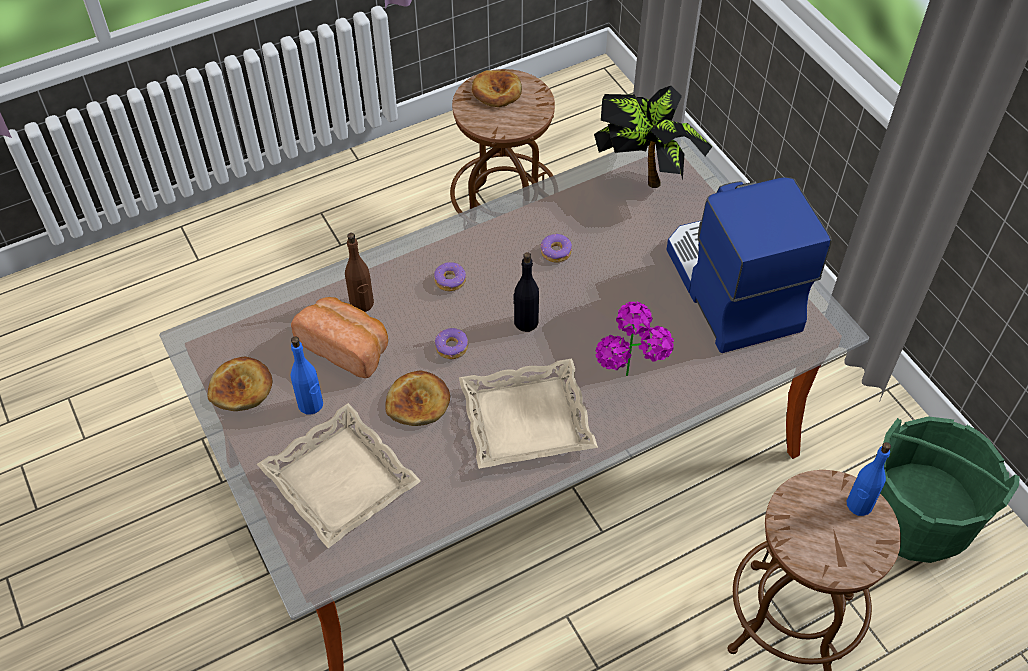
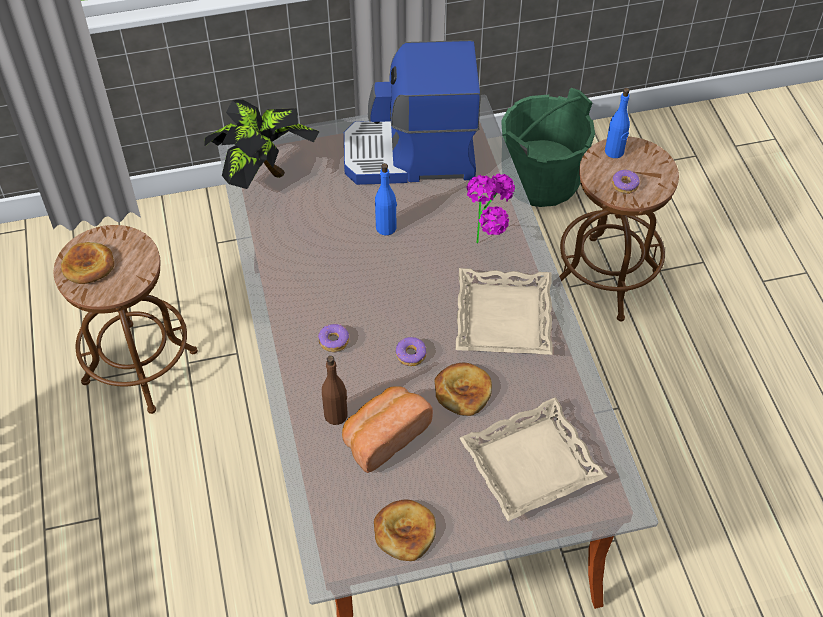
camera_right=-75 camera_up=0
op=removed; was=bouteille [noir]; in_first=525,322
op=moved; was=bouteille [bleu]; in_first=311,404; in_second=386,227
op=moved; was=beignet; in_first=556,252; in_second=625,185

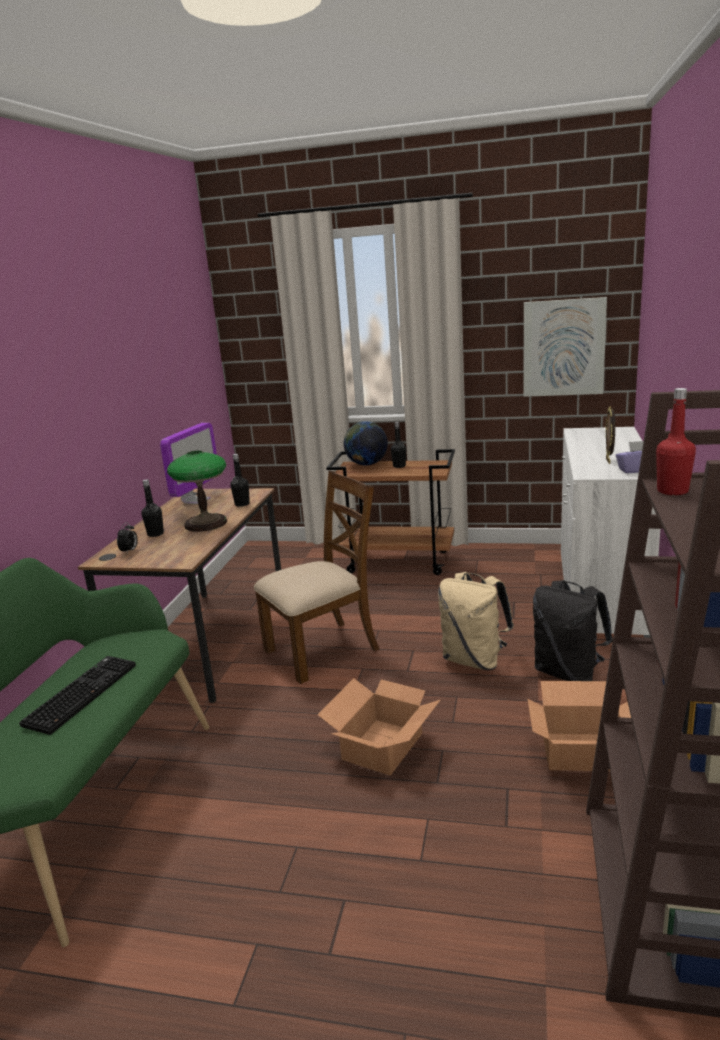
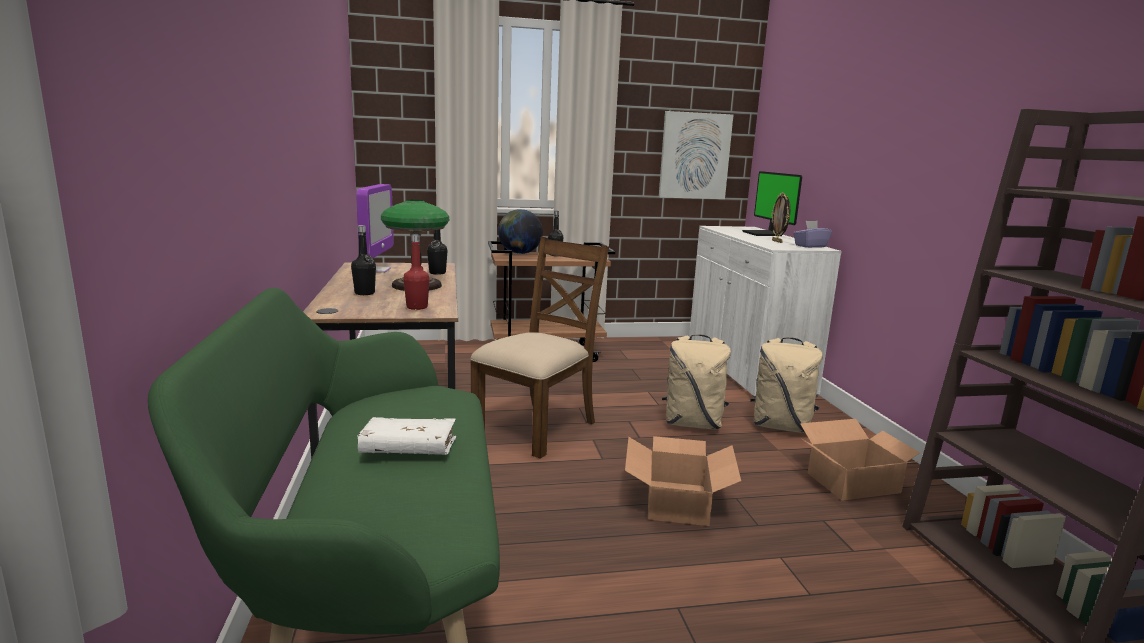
camera_right=-25 camera_up=-5
op=removed; was=réveil; in_first=129,551
op=added; now=écran d'ordinateur; in_second=764,234
op=moved; was=bouteille [rouge]; in_first=672,491; in_second=417,307
op=replaced; was=clavier; now=livre [blanc]; in_first=81,693; in_second=408,449
op=recoloured; was=sac à dos [noir]; now=sac à dos [beige]; in_first=568,673; in_second=781,426

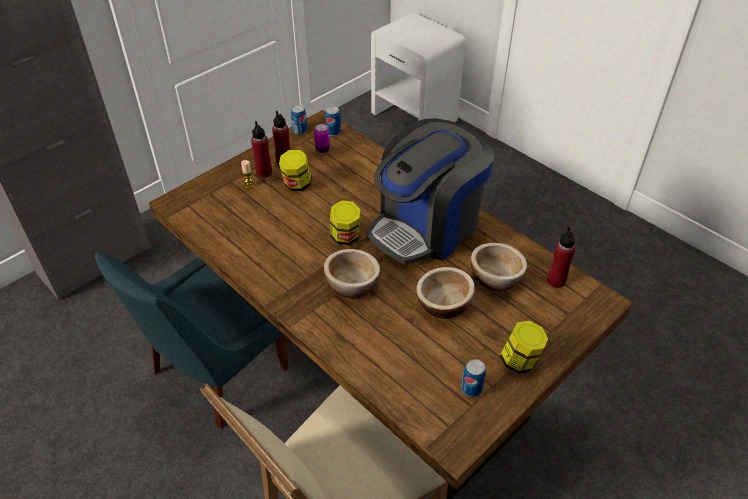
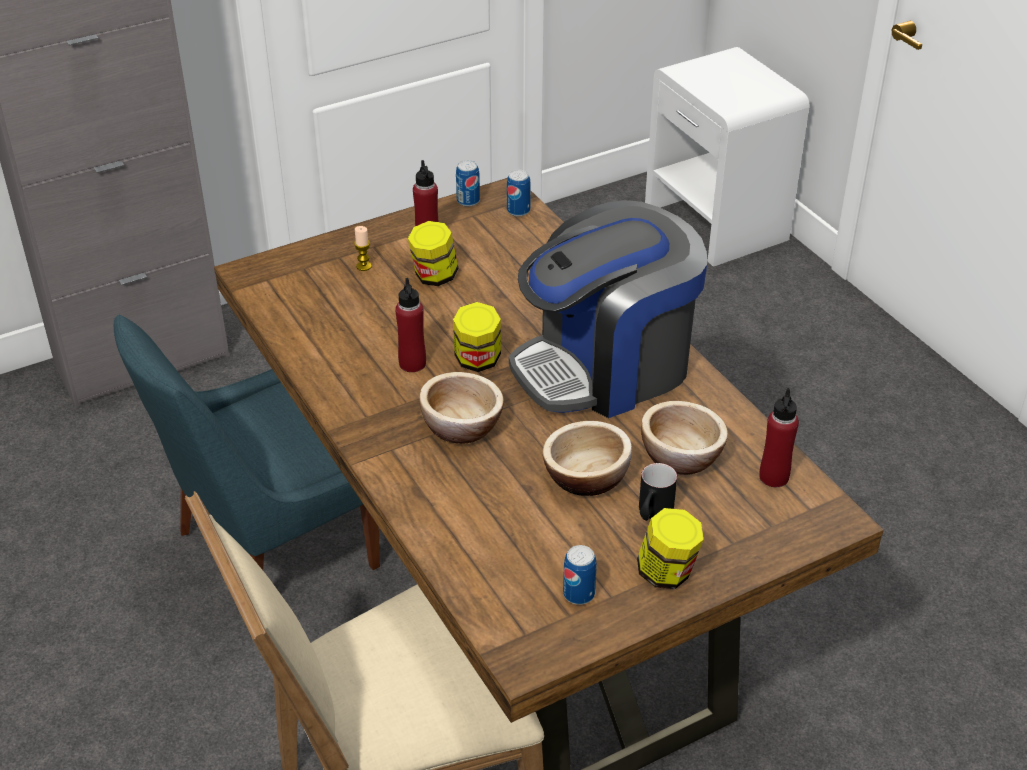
camera_right=15 camera_up=-5
op=removed; was=boîte métallique; in_first=322,150
op=added; now=mug [noir]; in_second=652,514
op=moved; was=bouteille [rouge]; in_first=264,173; in_second=412,363

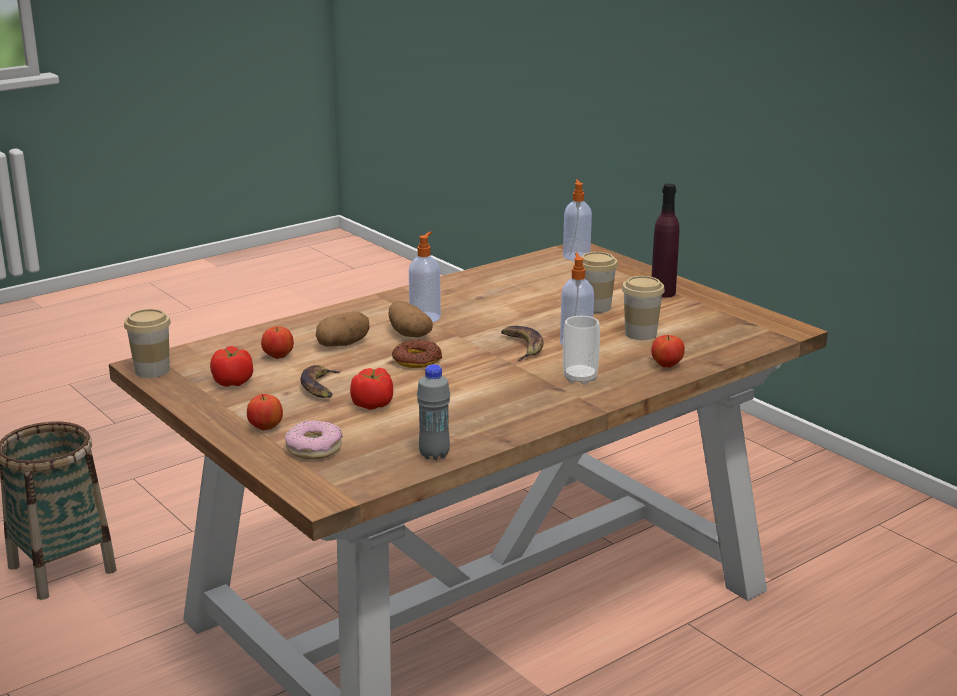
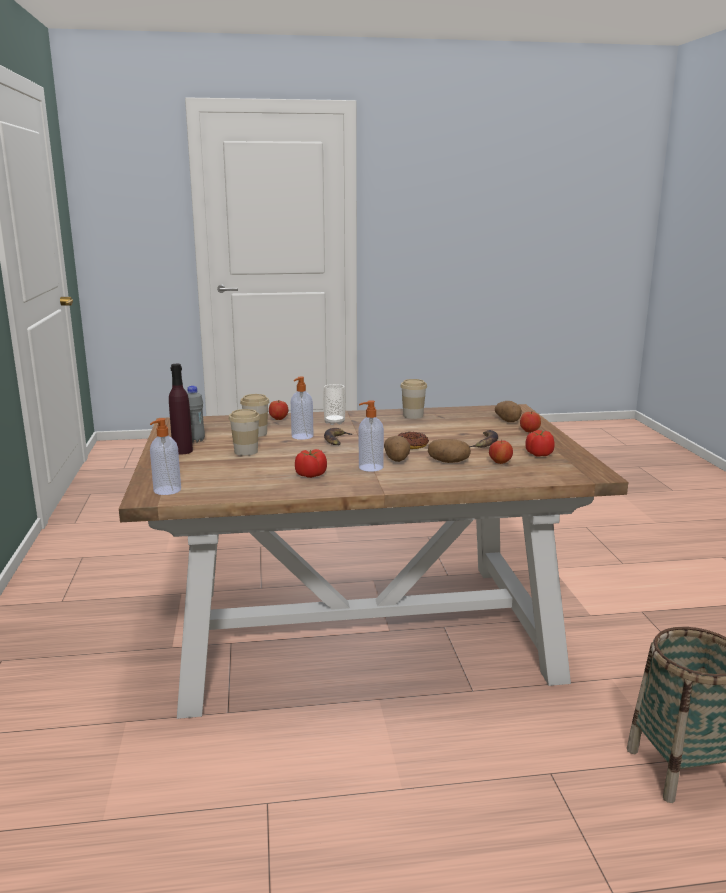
camera_right=-150 camera_up=-5
op=moved; was=tasse; in_first=152,370; in_second=413,415
op=moved; was=tomate; in_first=373,404; in_second=310,475
op=moved; was=bouteille [gris]; in_first=434,455; in_second=196,440
op=replaced; was=beignet; now=pomme de terre; in_first=314,448; in_second=508,421

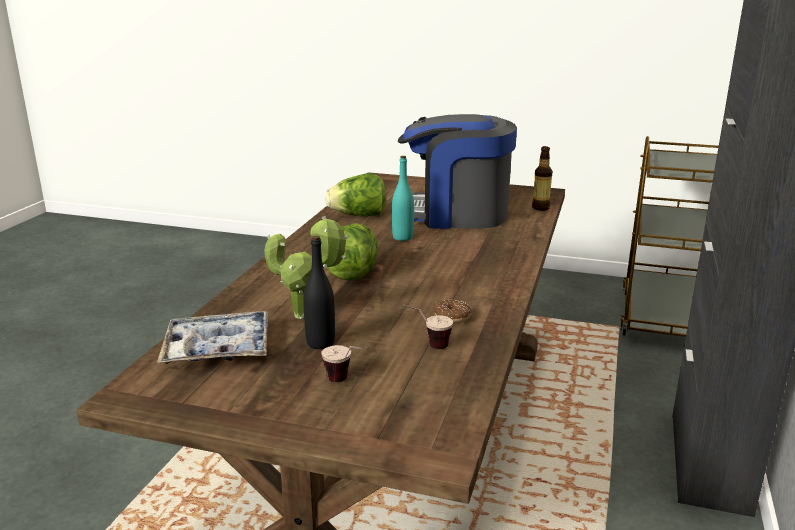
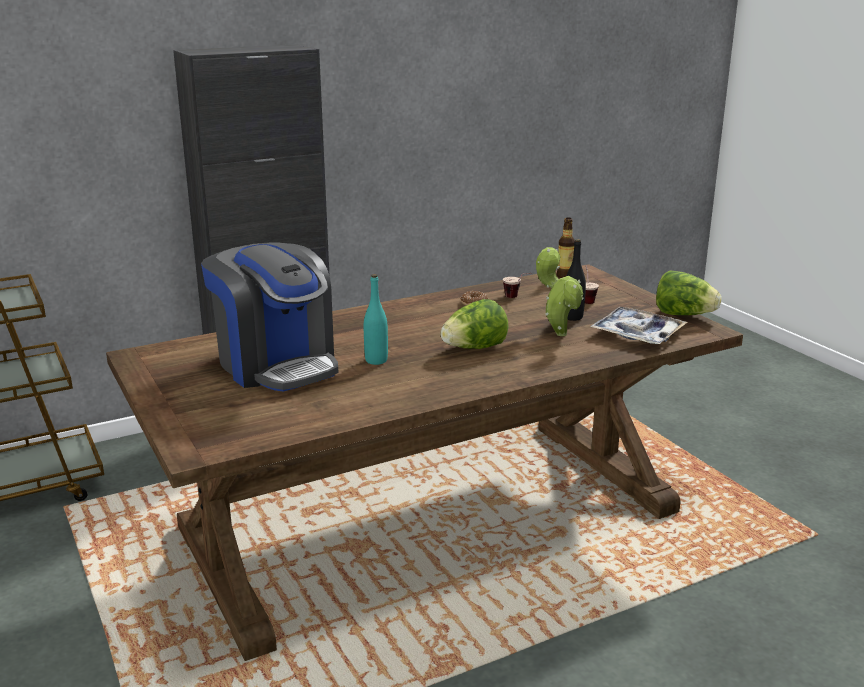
camera_right=-135 camera_up=0
op=moved; was=laitue; in_first=358,216; in_second=683,315
op=moved; was=bouteille; in_first=540,208; in_second=565,276

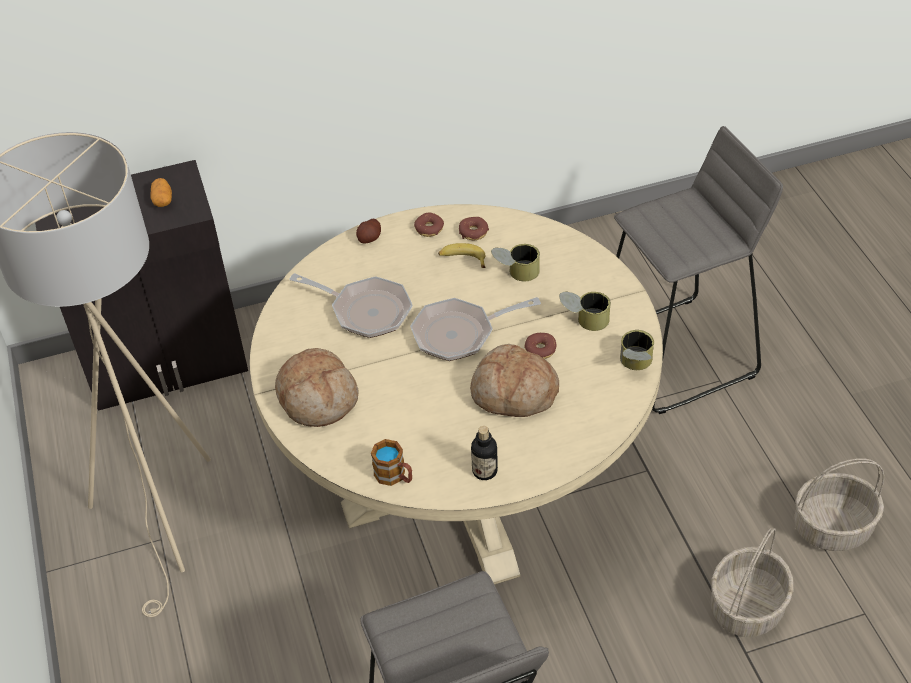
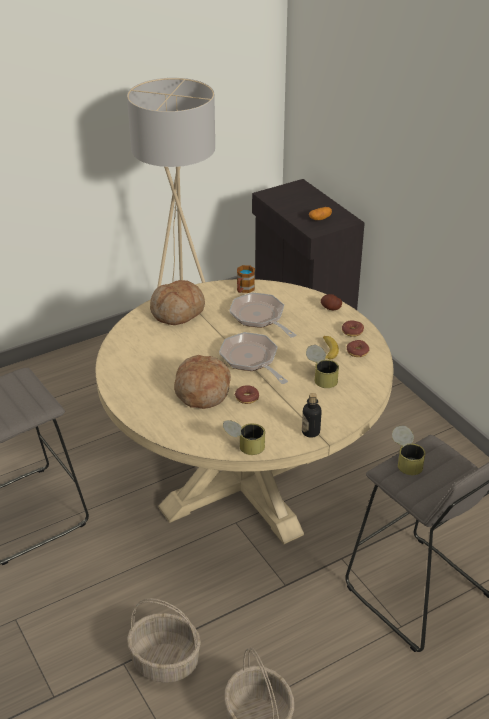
camera_right=75 camera_up=-10
op=moved; was=mug; in_first=395,476; in_second=244,290
op=moved; was=bouteille; in_first=484,471; in_second=310,432
op=moved; was=boîte métallique; in_first=583,321; in_second=406,461
op=turned; was=poêle; in_first=365,311; in_second=260,317; clockwise=135

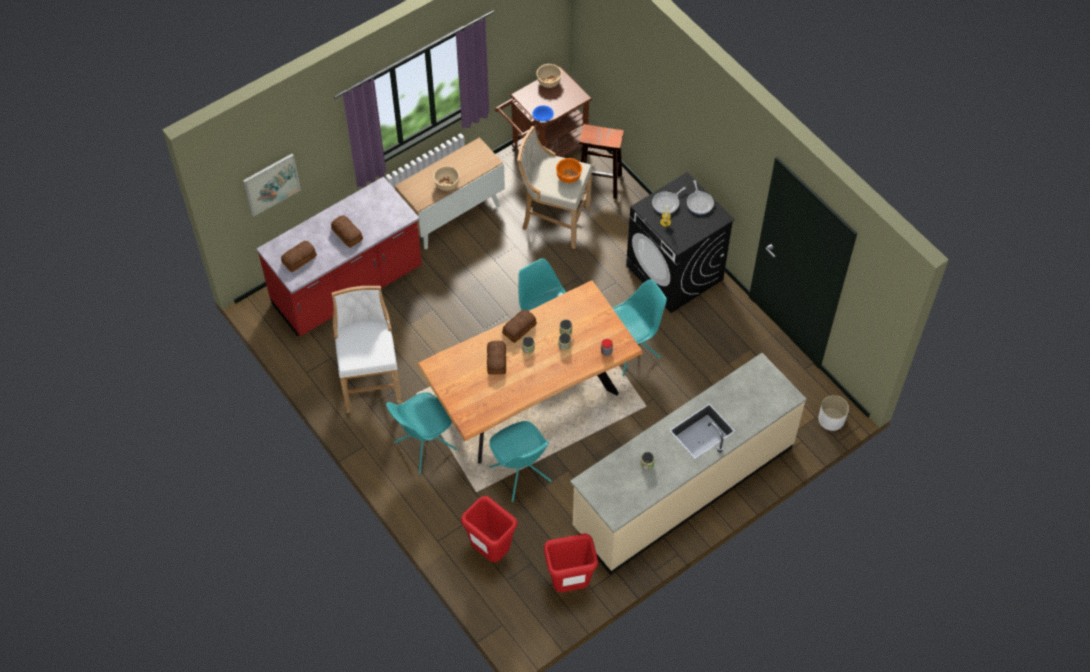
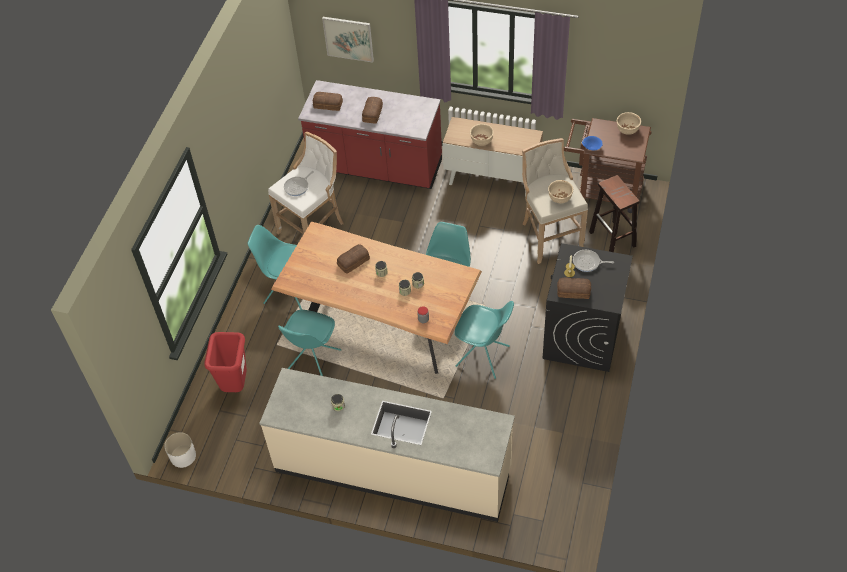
camera_right=55 camera_up=-5
op=removed; was=poubelle [rouge]; in_first=569,584
op=moved; was=pain; in_first=518,329; in_second=573,291
op=moved; was=poêle; in_first=699,203; in_second=297,187
op=moved; was=cache-pot [blanc]; in_first=831,419; in_second=183,456
op=recoloured; was=bol [orange]; now=bol [beige]; in_first=568,178; in_second=559,199

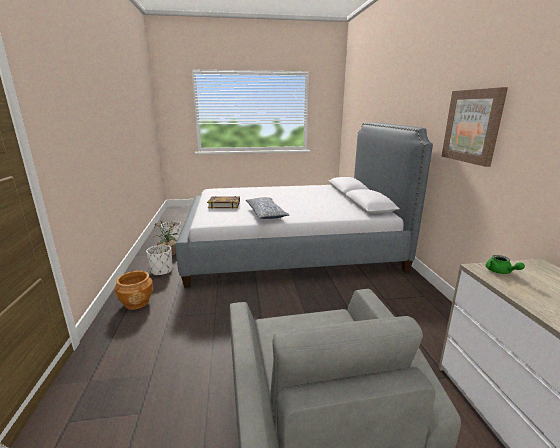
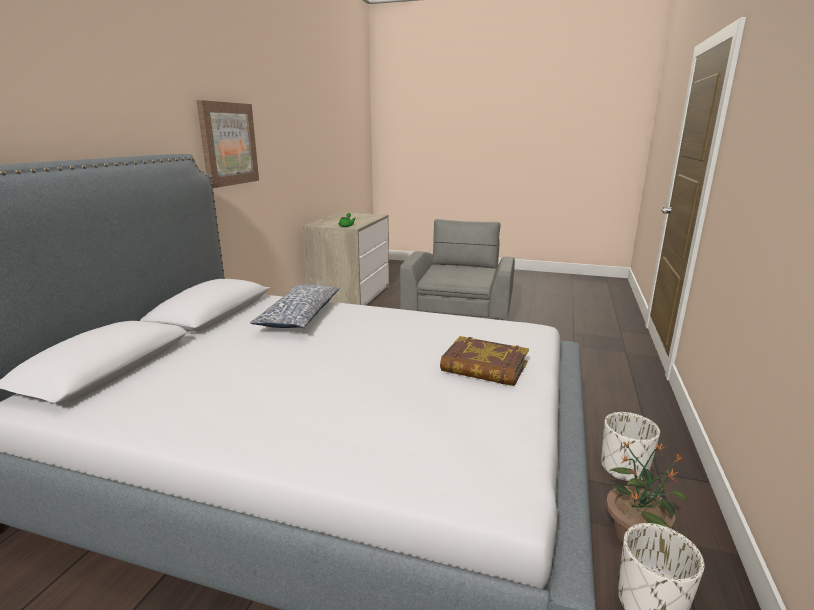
camera_right=-155 camera_up=0
op=removed; was=cache-pot [marron]; in_first=137,302
op=moved; was=coussin; in_first=266,214; in_second=299,316

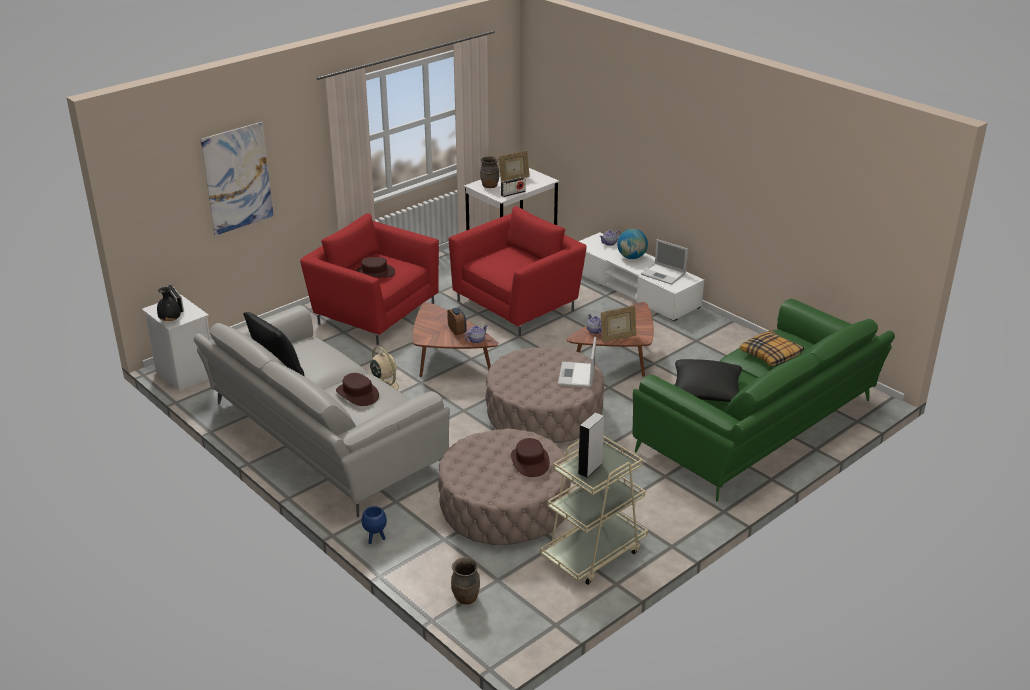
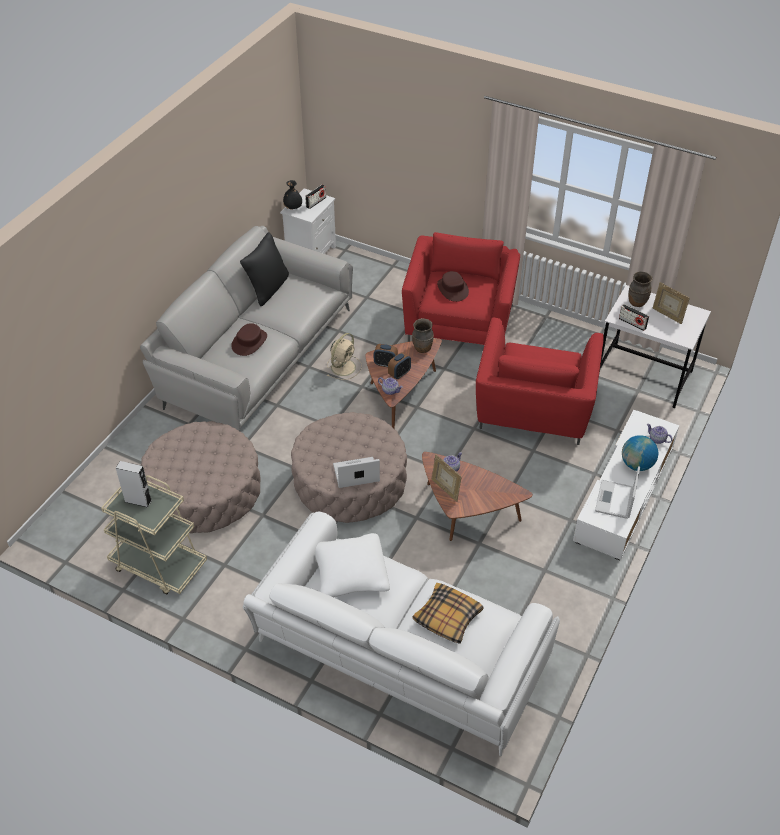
camera_right=70 camera_up=15
op=removed; was=tableau; in_first=237,178
op=removed; was=cache-pot [bleu]; in_first=375,538
op=removed; was=chapeau [marron]; in_first=530,461
op=added; now=réveil; in_second=385,364
op=moved; was=vase [marron]; in_first=466,598; in_second=422,348
op=recoloured; was=canapé [vert]; now=canapé [blanc]; in_first=759,428; in_second=398,655
op=recoloured; was=coussin [noir]; now=coussin [blanc]; in_first=706,391; in_second=350,573
op=turned; was=fauteuil [rouge]; in_first=518,304; in_second=533,411; clockwise=75

